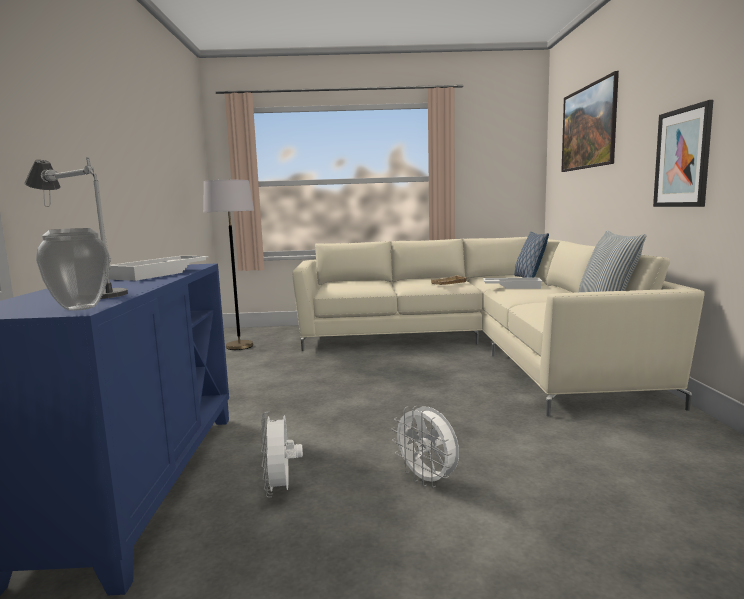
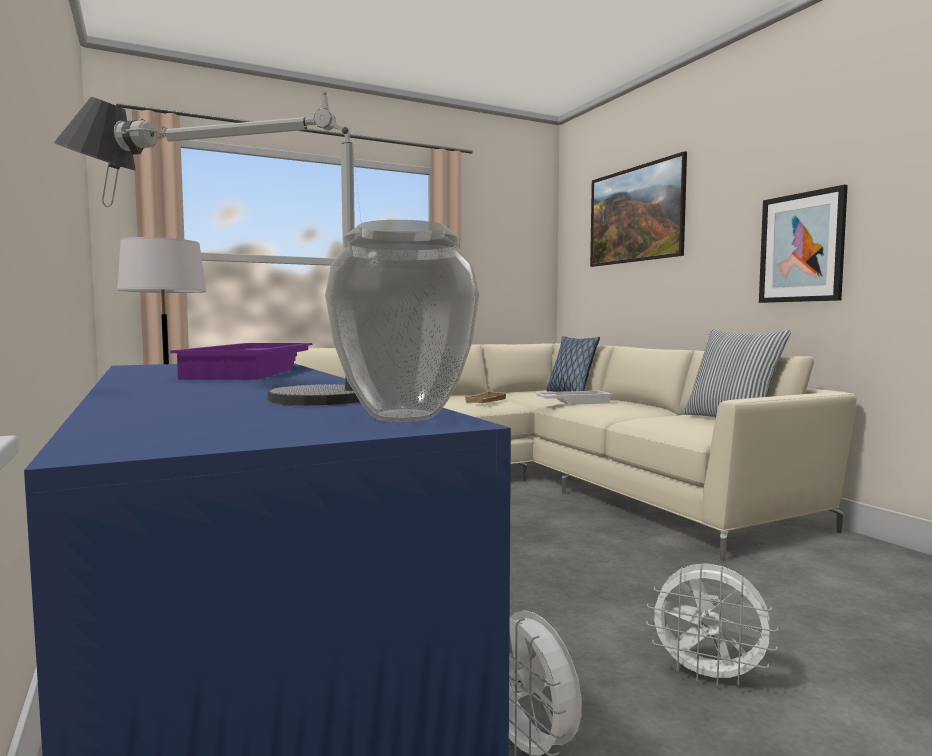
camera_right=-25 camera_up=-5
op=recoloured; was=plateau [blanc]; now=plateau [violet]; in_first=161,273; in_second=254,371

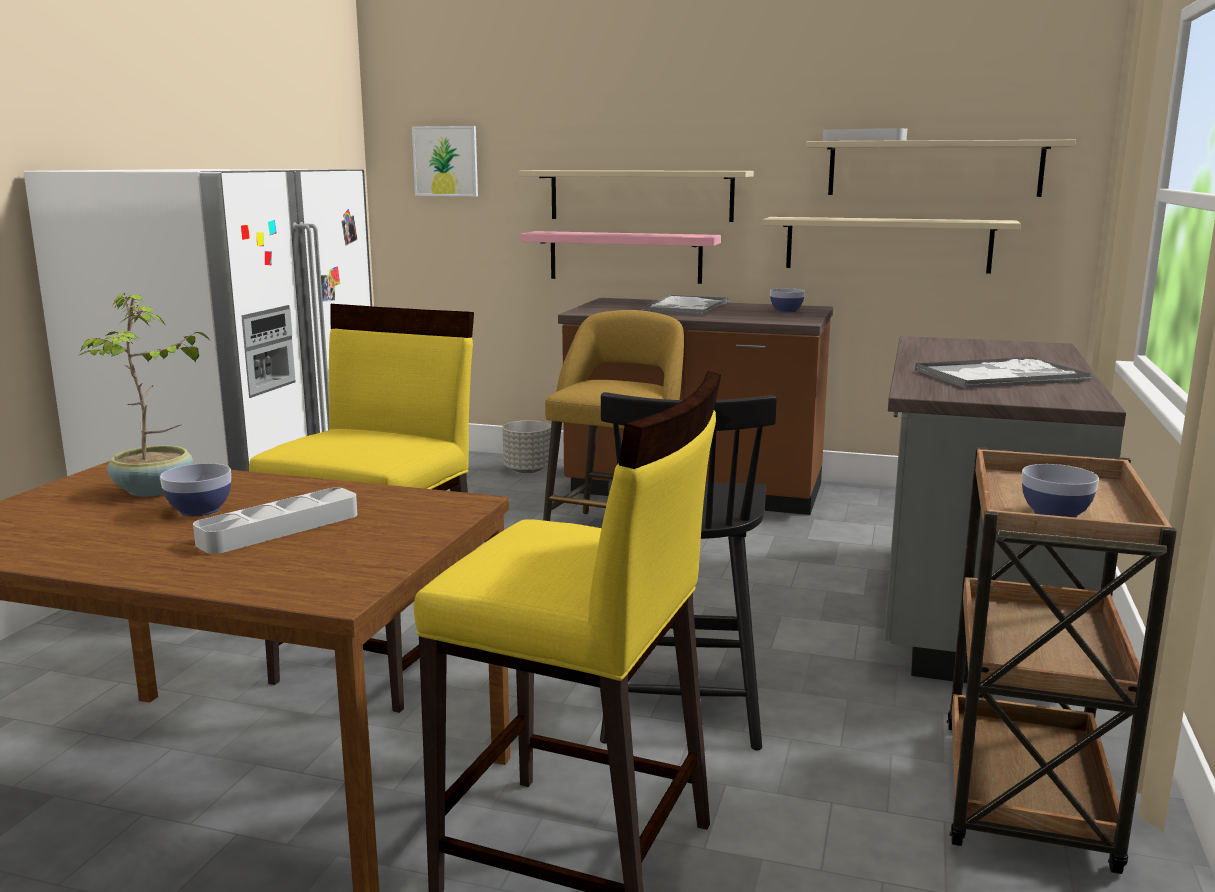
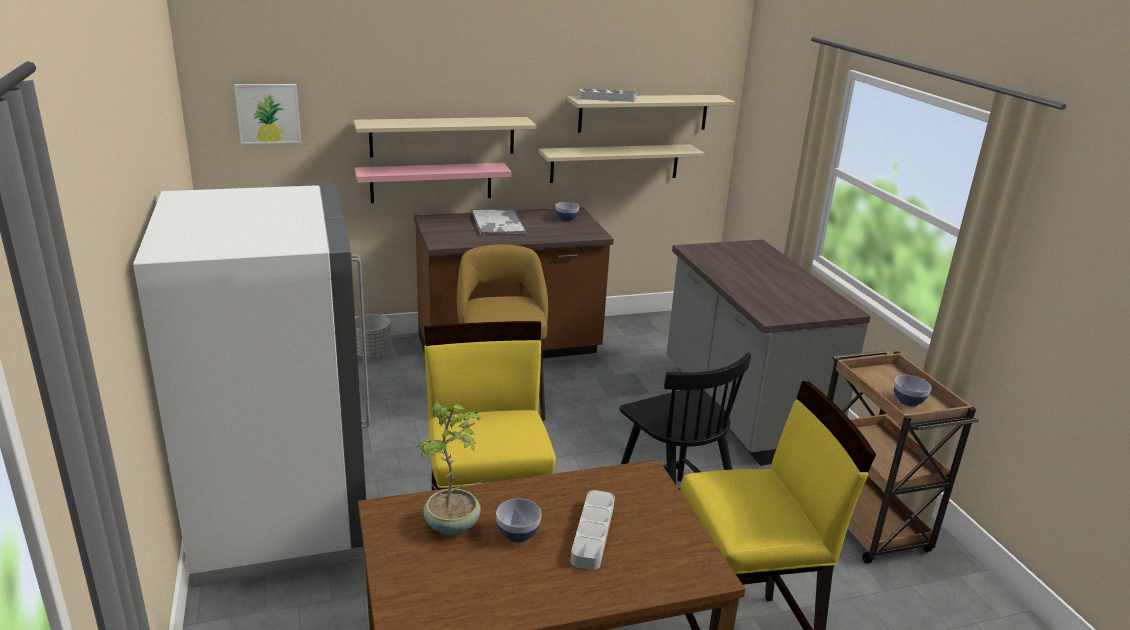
camera_right=-35 camera_up=10
op=removed; was=plateau; in_first=1001,375

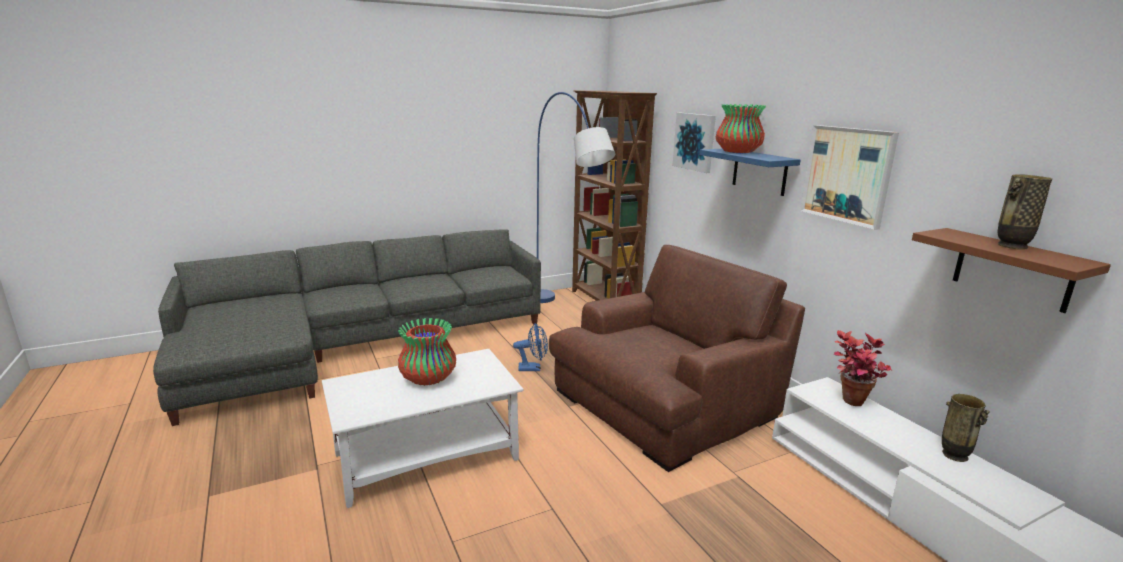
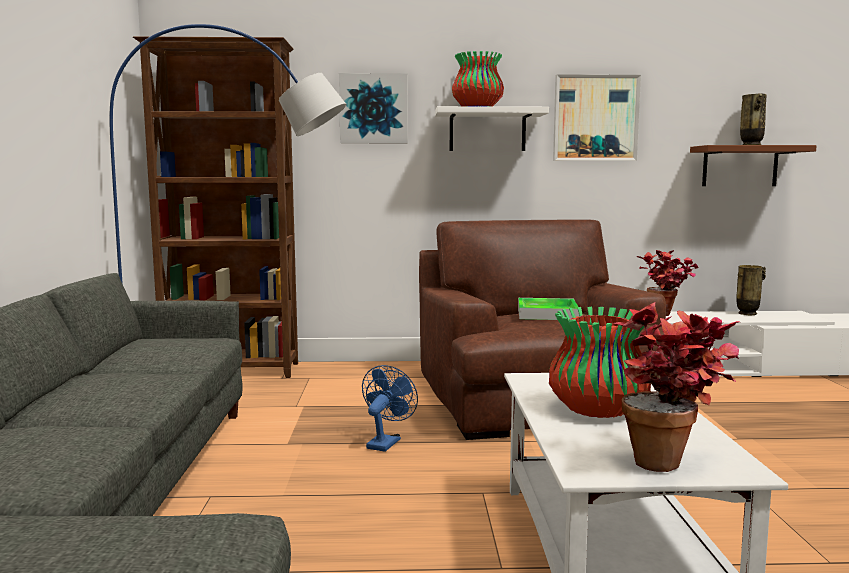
camera_right=-65 camera_up=-10
op=added; now=plateau; in_second=547,314
op=added; now=plante en pot; in_second=673,464
op=recoloured; was=étagère [bleu]; now=étagère [blanc]; in_first=759,171; in_second=487,130

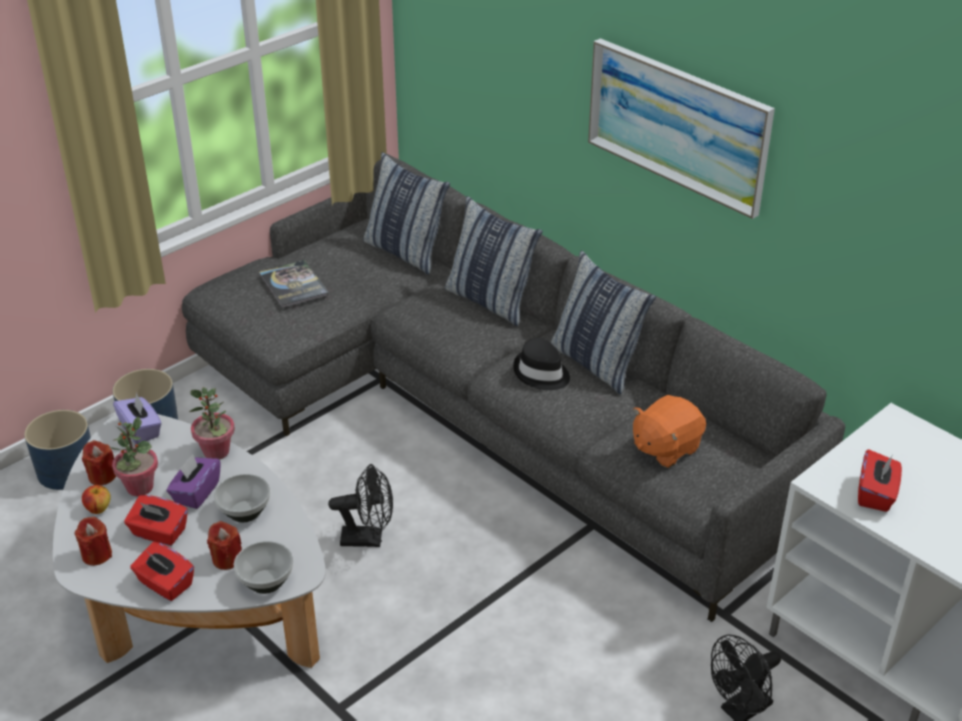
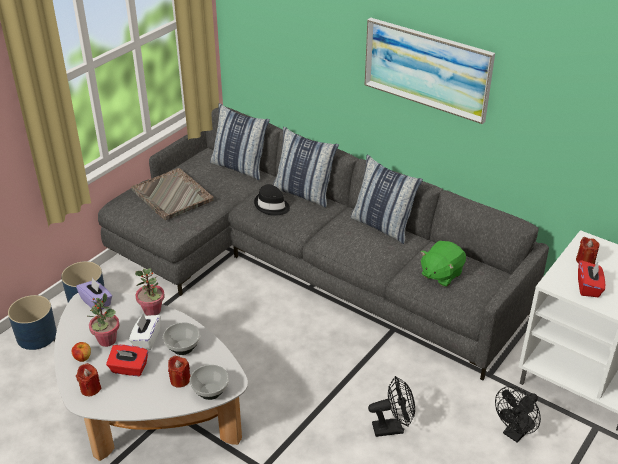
camera_right=-10 camera_up=0
op=removed; was=boîte à mouchoirs [rouge]; in_first=165,584
op=moved; was=bougie [rouge]; in_first=102,476; in_second=585,261
op=moved; was=ventilateur [noir]; in_first=368,538; in_second=392,428
op=moved; was=chapeau [noir]; in_first=541,373; in_second=272,206
op=replaced; was=livre; now=plateau [gris]; in_first=293,285; in_second=172,195
op=recoloured; was=boîte à mouchoirs [violet]; now=boîte à mouchoirs [blanc]; in_first=196,493; in_second=146,339
op=recoloured; was=peluche [orange]; now=peluche [vert]; in_first=665,448; in_second=441,274

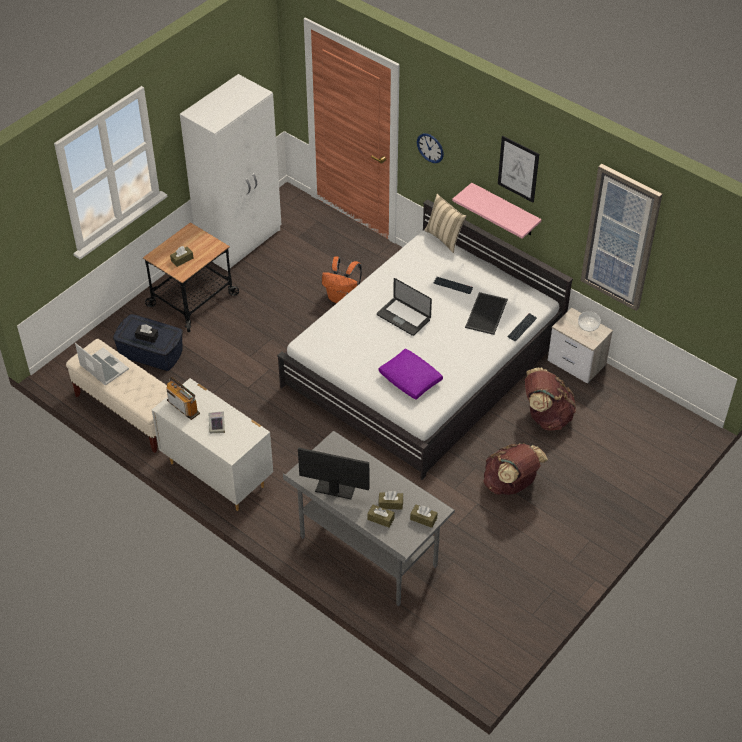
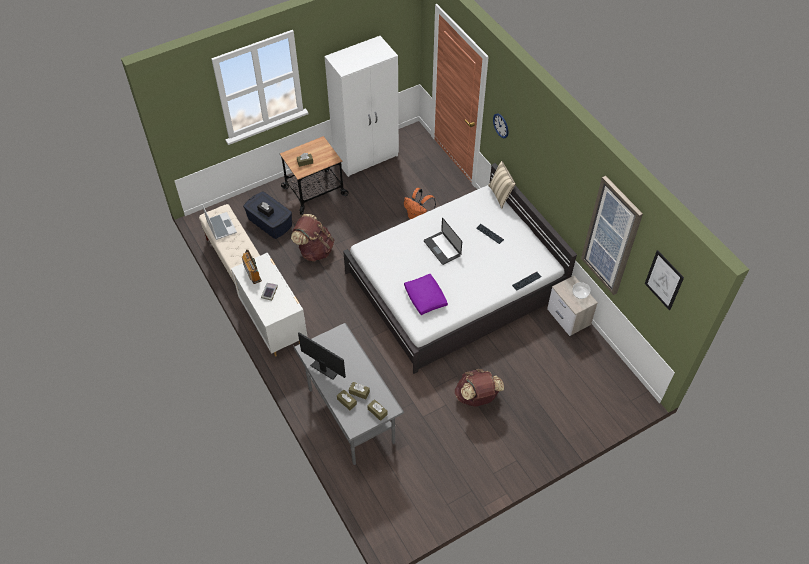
camera_right=20 camera_up=5
op=removed; was=étagère [rose]; in_first=505,210
op=removed; was=plateau; in_first=487,314
op=moved; was=tableau; in_first=518,169; in_second=664,280
op=moved; was=sac à dos [marron]; in_first=546,416; in_second=315,250

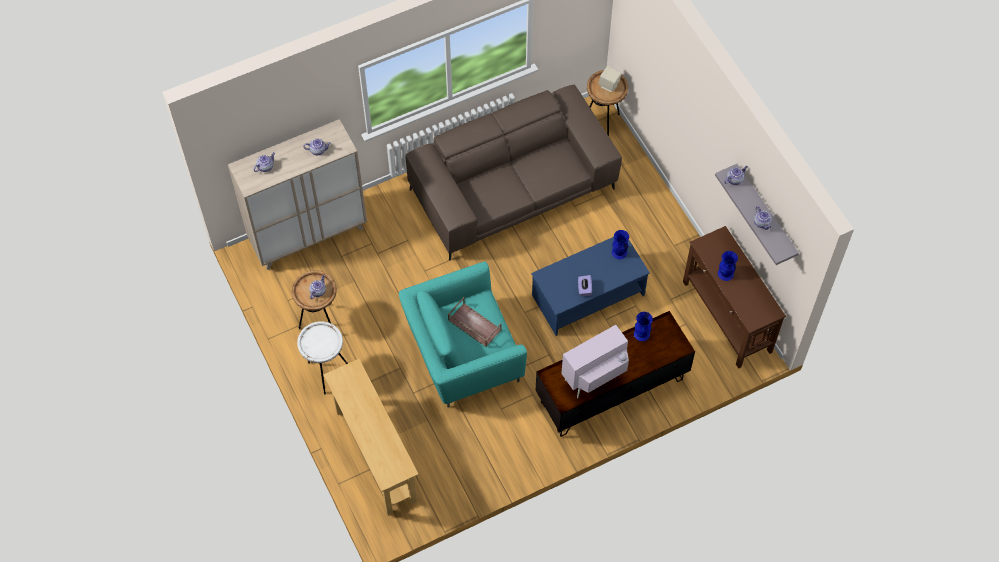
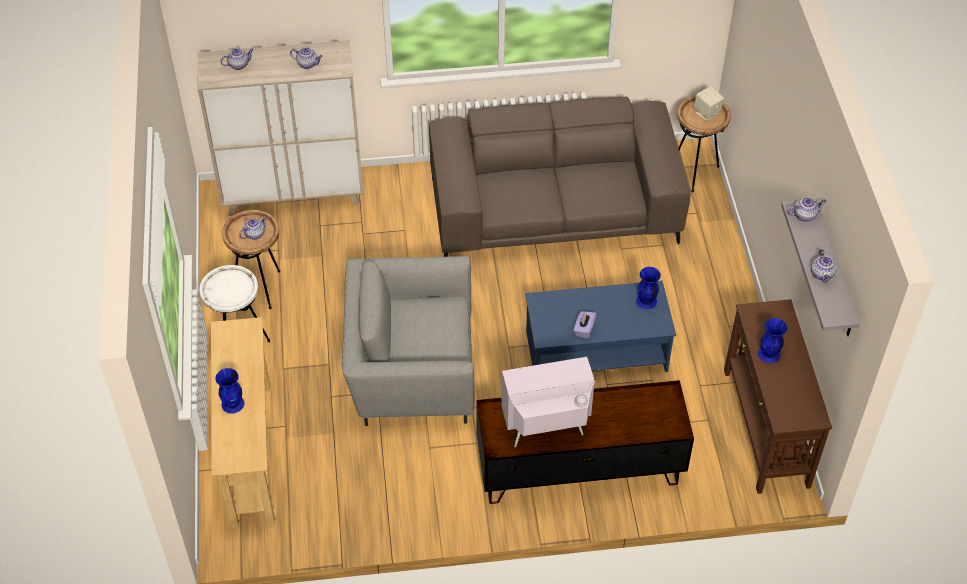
camera_right=20 camera_up=-10
op=removed; was=plateau [marron]; in_first=474,325
op=moved; was=vase [bleu]; in_first=642,334; in_second=233,404
op=recoloured; was=fauteuil [turquoise]; now=fauteuil [gris]; in_first=462,355; in_second=411,372

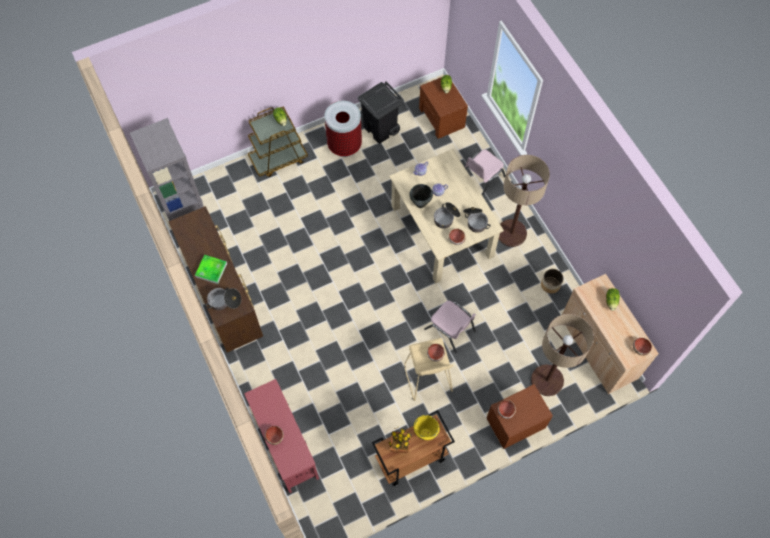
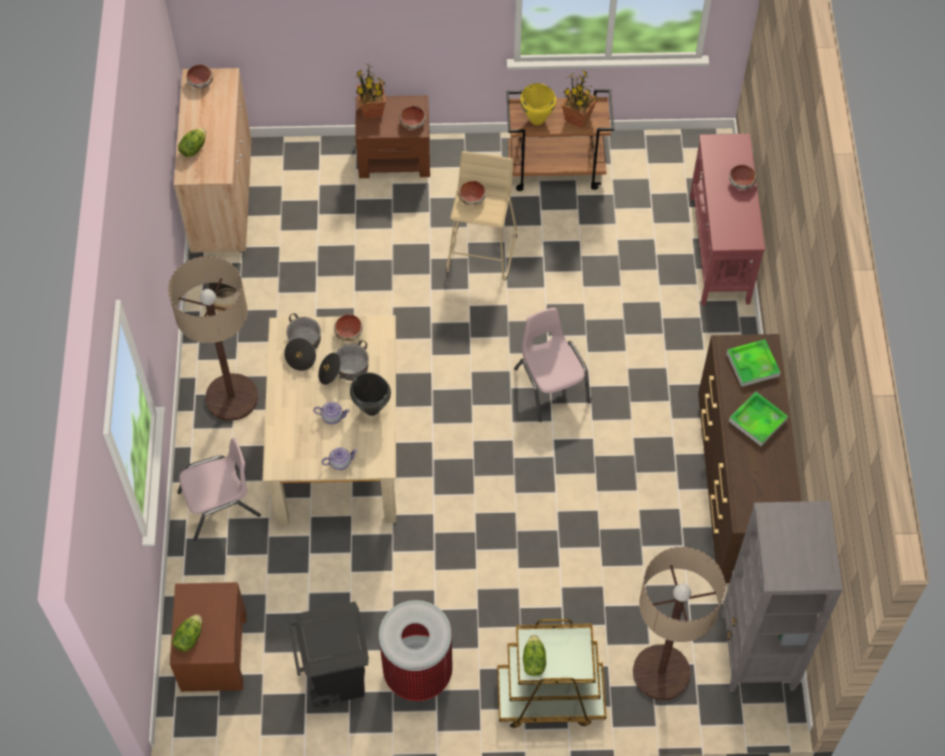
camera_right=-155 camera_up=-5
op=added; now=plante en pot; in_second=372,110
op=moved; was=chaise [rose]; in_first=450,330; in_second=551,385
op=moved; was=lampadaire; in_first=547,380; in_second=661,672
op=replaced; was=marmite; now=plateau; in_first=224,301; in_second=752,365

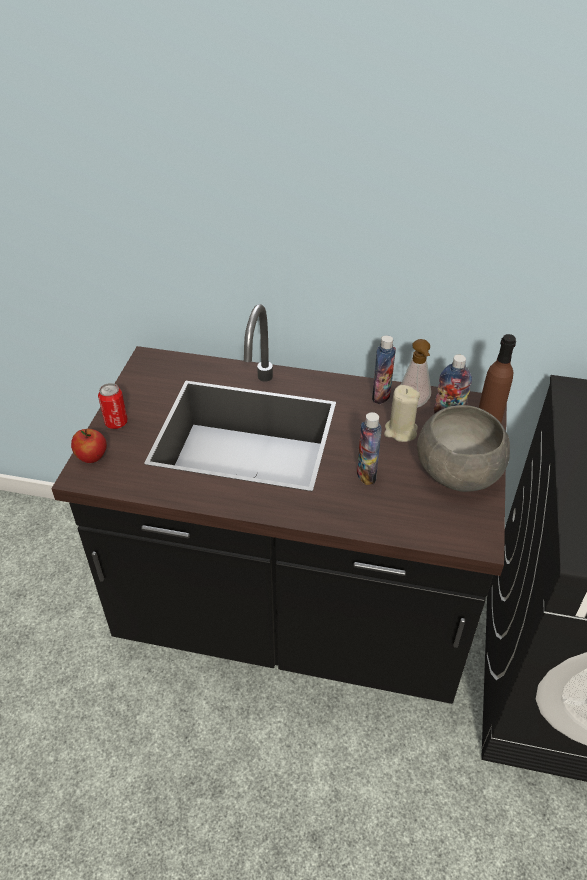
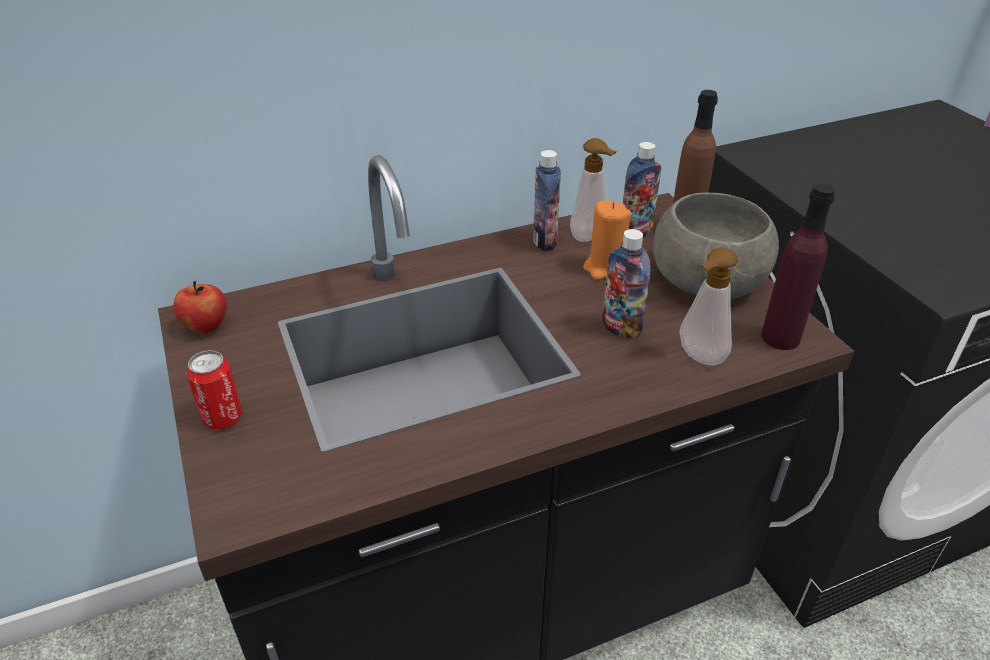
camera_right=-35 camera_up=-5
op=added; now=distributeur de savon; in_second=698,358
op=added; now=bouteille [violet]; in_second=780,337
op=moved; was=pomme; in_first=92,457; in_second=206,326
op=recoloured; was=bougie [beige]; now=bougie [orange]; in_first=400,431; in_second=606,268

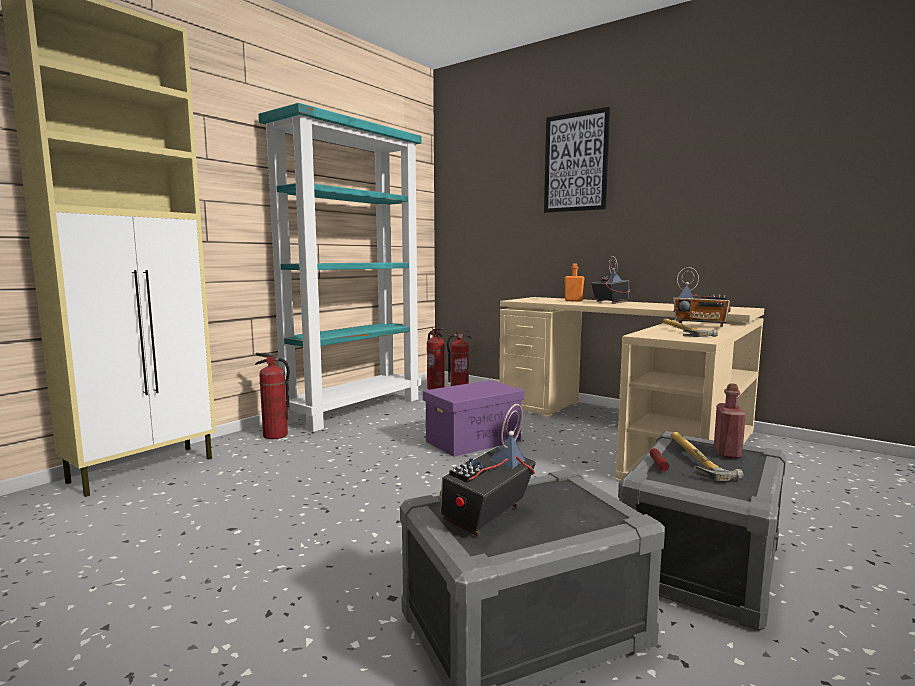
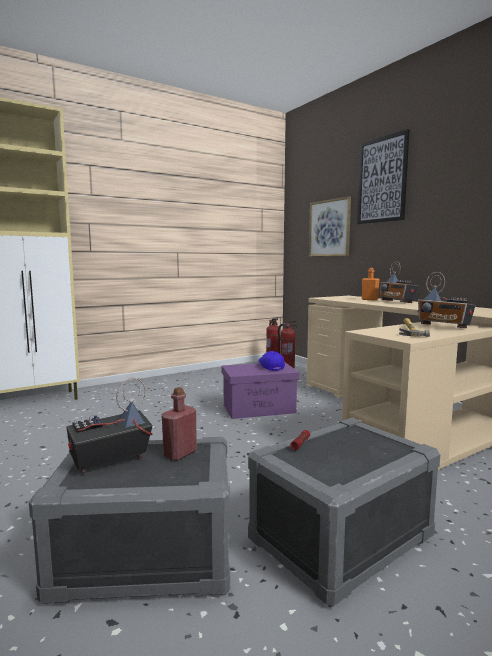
camera_right=20 camera_up=0
op=removed; was=extincteur; in_first=275,435
op=removed; was=bibliothèque [turquoise]; in_first=355,409
op=removed; was=marteau; in_first=692,461
op=added; now=casquette [bleu]; in_second=270,367
op=added; now=tableau; in_second=329,228
op=moved; was=bouteille [rouge]; in_first=727,452; in_second=180,454
op=turned; was=radio; in_first=609,302; in_second=397,302; clockwise=150

